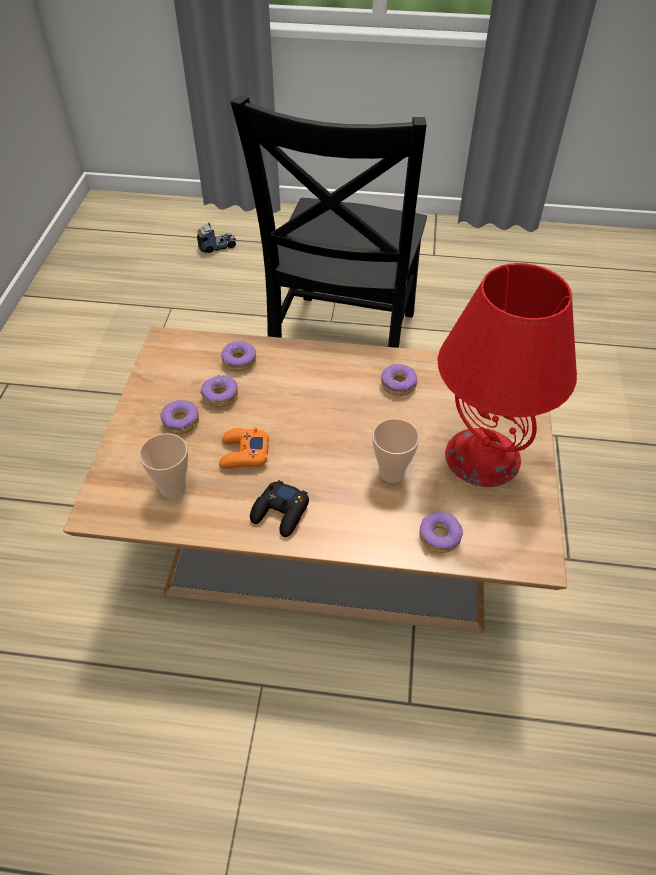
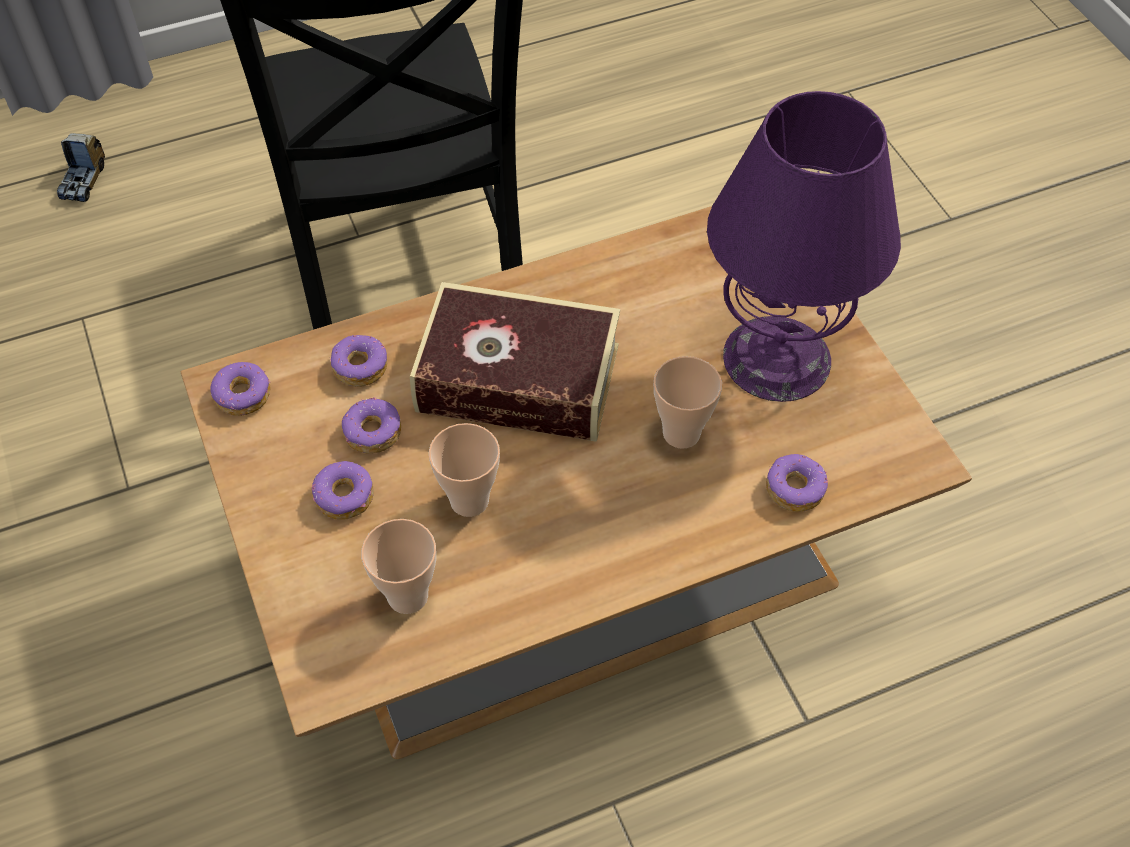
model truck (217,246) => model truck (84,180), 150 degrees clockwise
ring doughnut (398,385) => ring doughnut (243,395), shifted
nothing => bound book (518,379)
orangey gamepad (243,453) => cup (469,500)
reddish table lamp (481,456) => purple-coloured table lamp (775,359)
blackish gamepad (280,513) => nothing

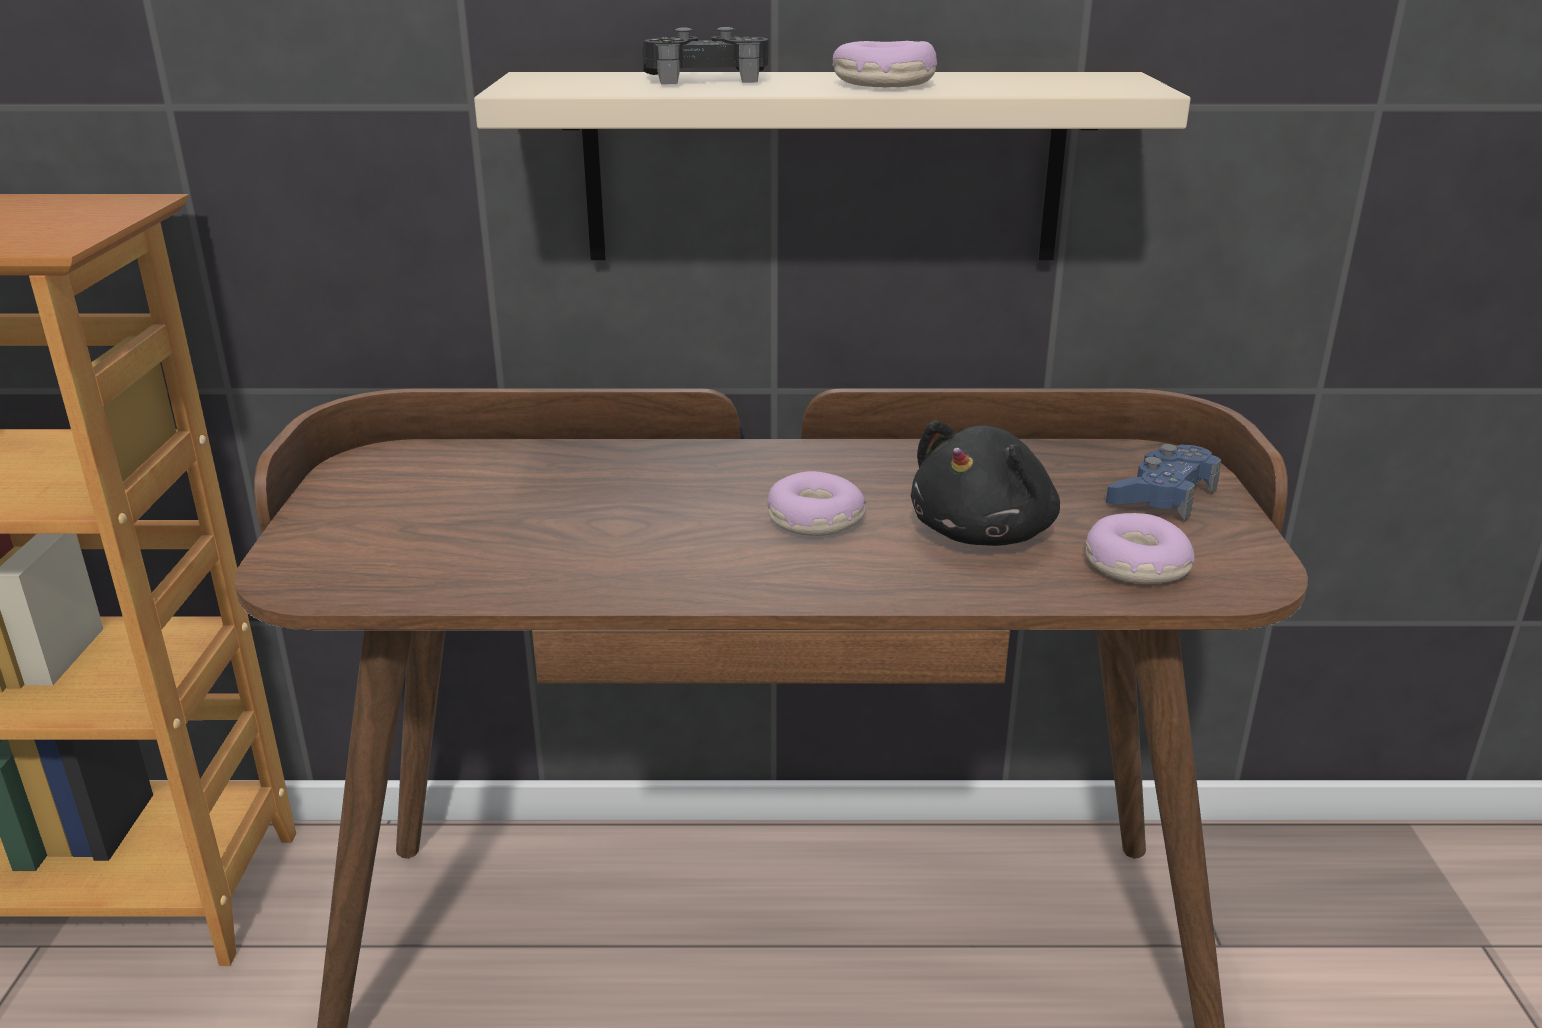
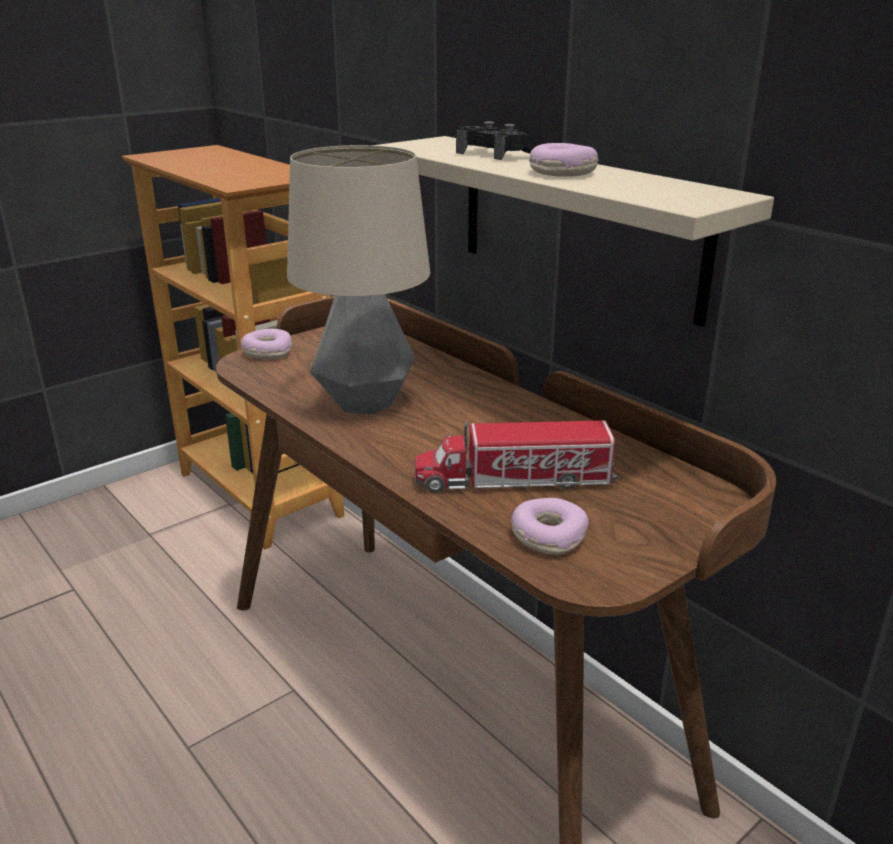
ring doughnut (814,520) => ring doughnut (267,352), shifted
nothing => table lamp (365,403)
blackish soft toy (985,533) => model truck (514,480)
bluish gamepad (1162,495) => nothing

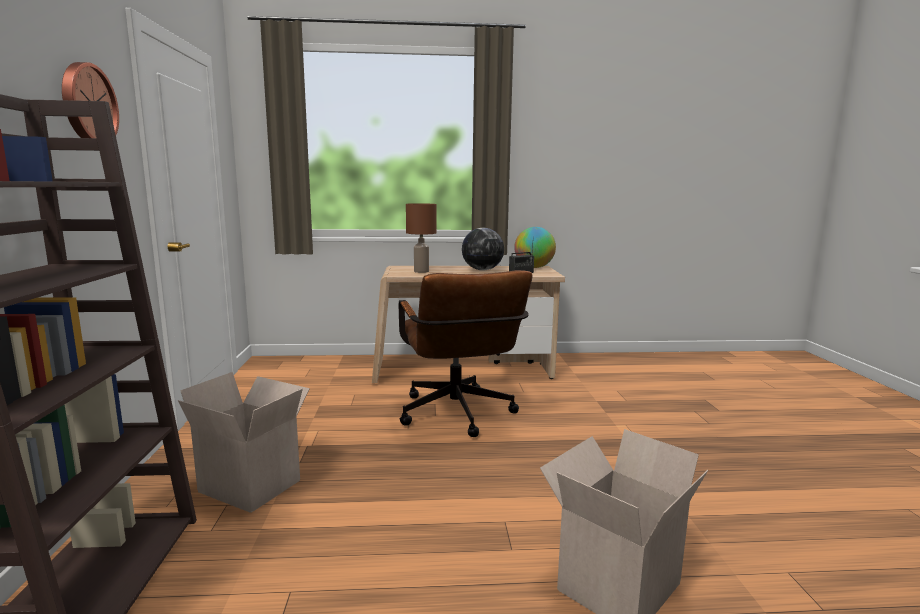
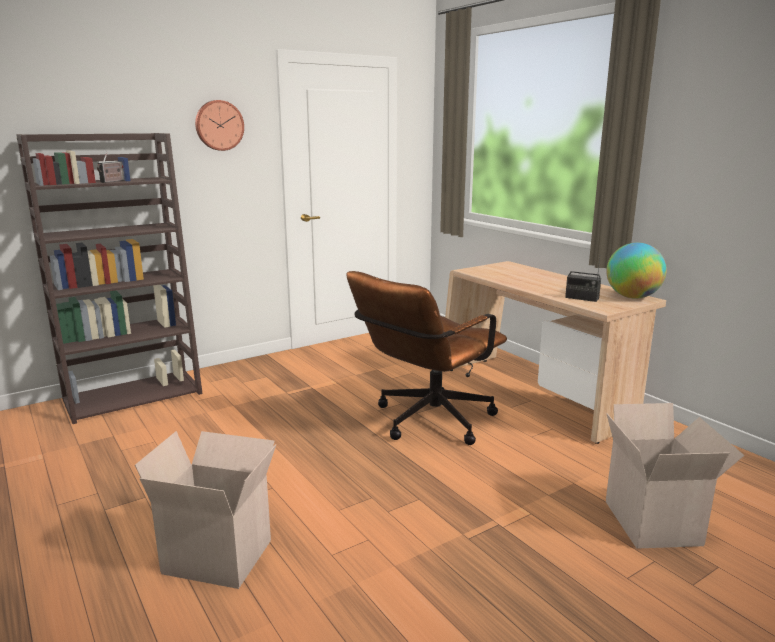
nothing => radio set (113,181)
carton (253,485) => carton (655,523), shifted
brownish table lamp (422,271) => nothing
globe (482,270) => nothing

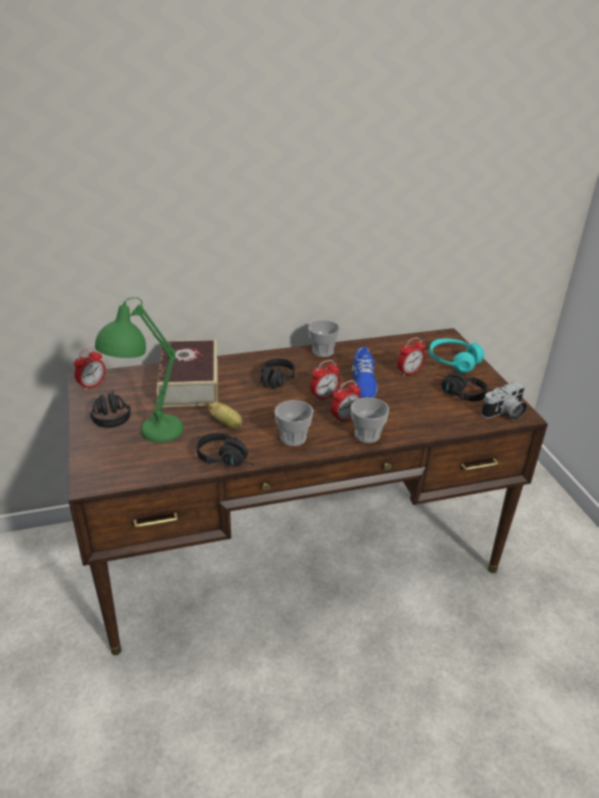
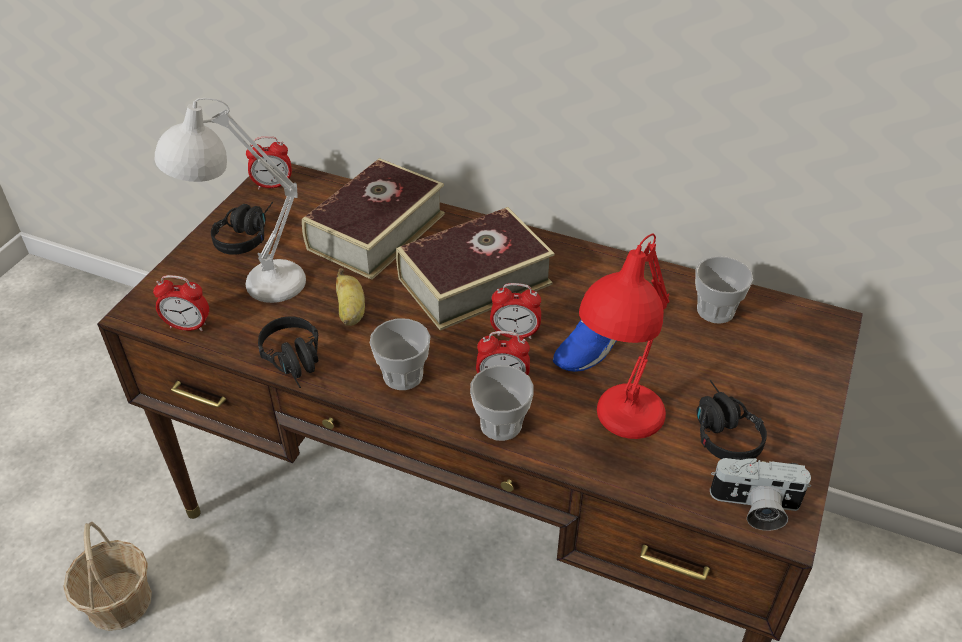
nothing => storage basket (119,601)
table clock (409,372) => table clock (188,326), shifted
greenish table lamp (148,437) => whitish table lamp (250,285)
blackish pair of headphones (274,383) => bound book (474,281)
nothing => reddish table lamp (615,430)
cup (323,351) => cup (715,310), shifted
turquoise pair of headphones (453,361) => nothing

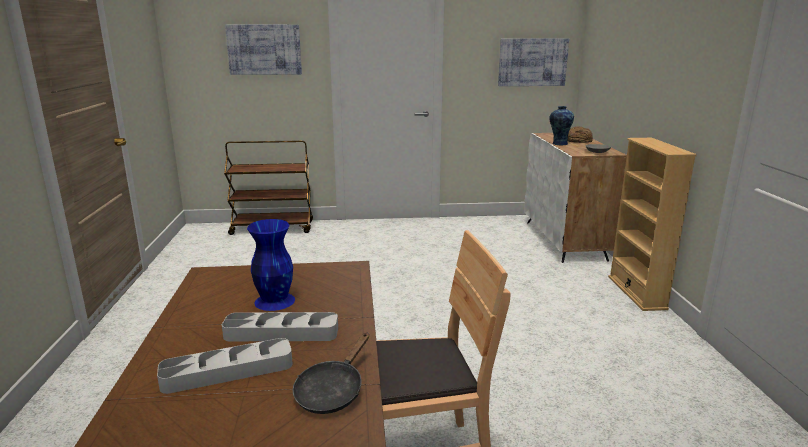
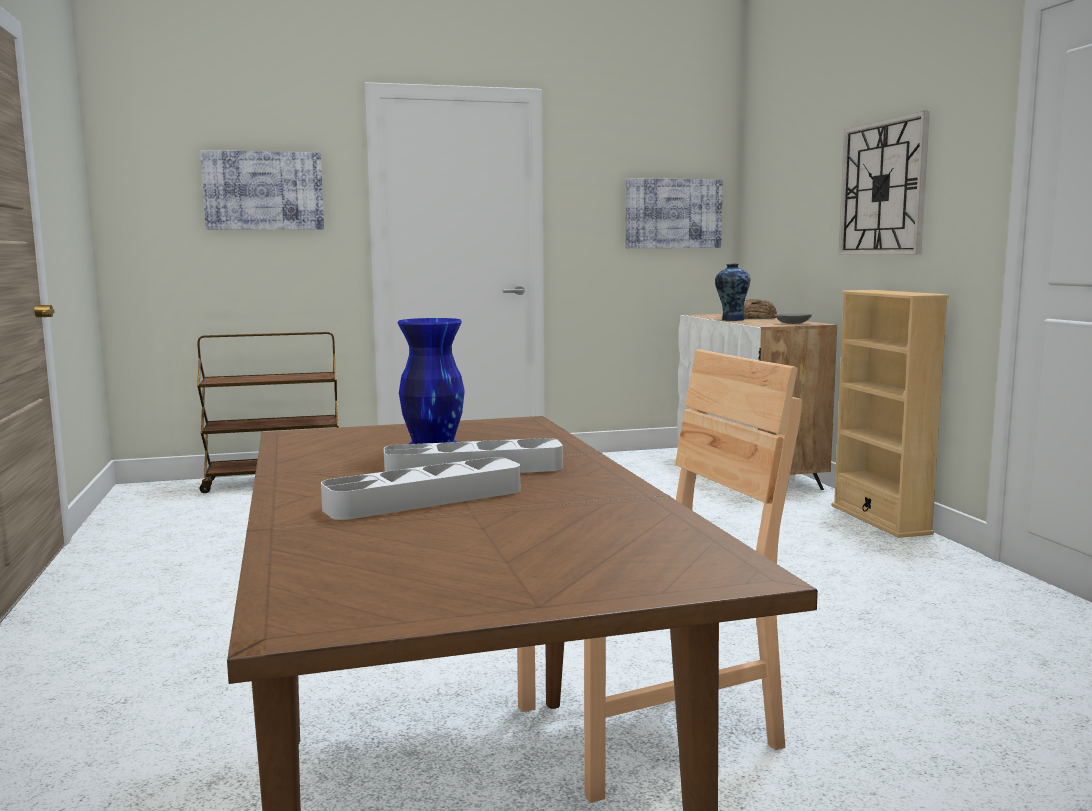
nothing => wall clock (883,188)
blackish frying pan (332,391) => nothing

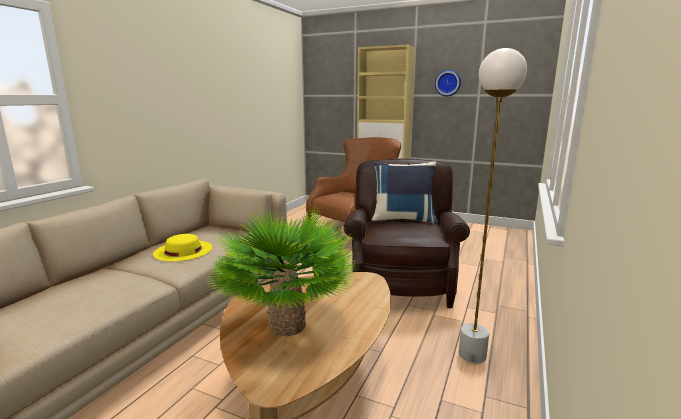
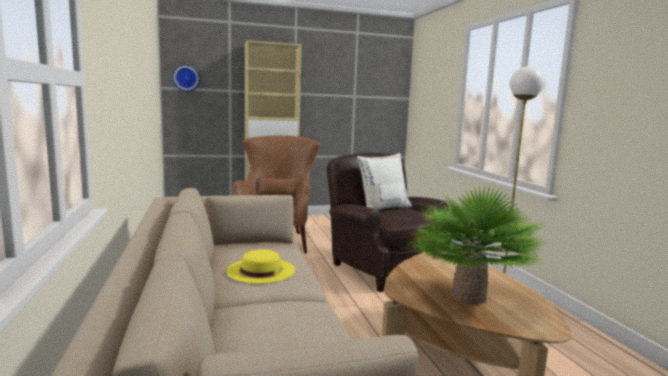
wall clock (448,83) => wall clock (186,78), shifted
bluish pillow (403,219) => whitish pillow (383,208)

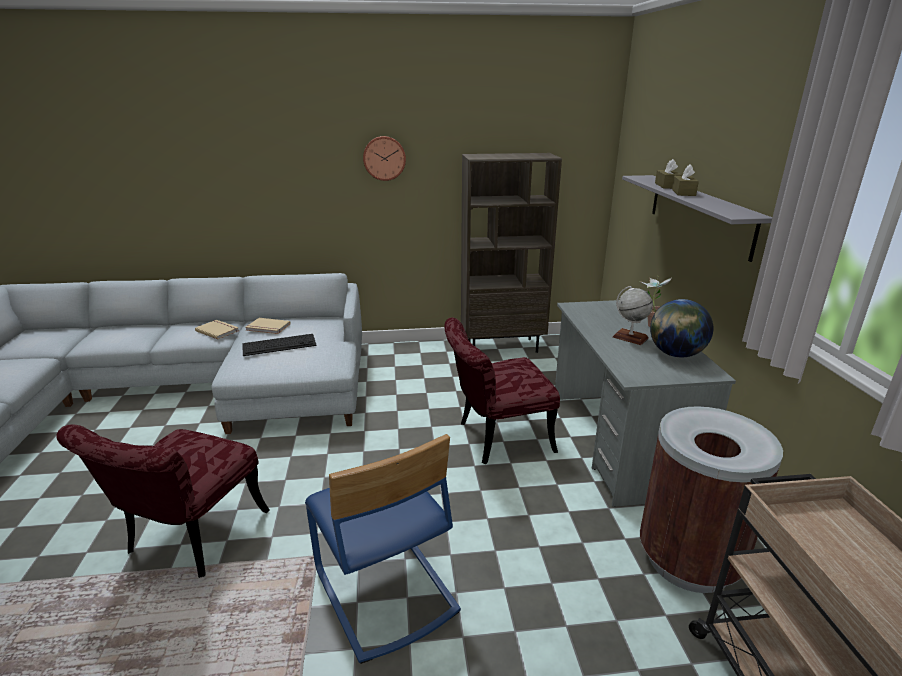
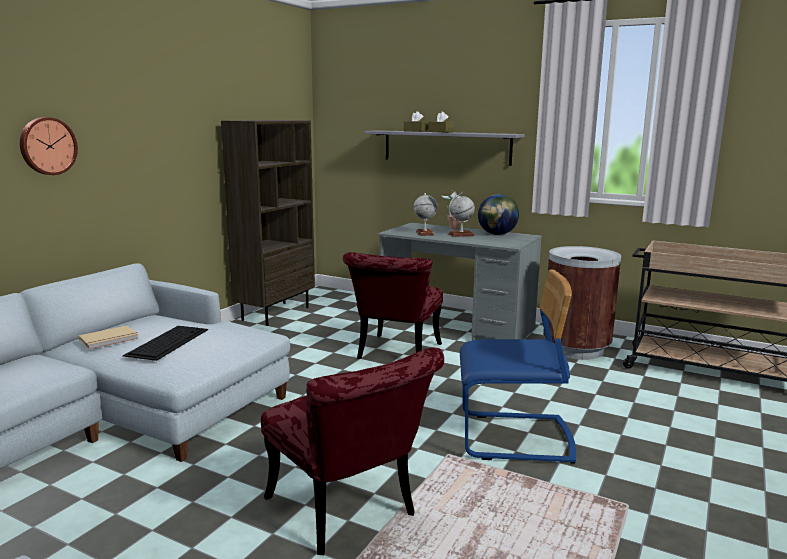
wall clock (384,158) => wall clock (47,146), shifted
nothing => globe (425,233)
sand-coloured bound book (218,330) => nothing

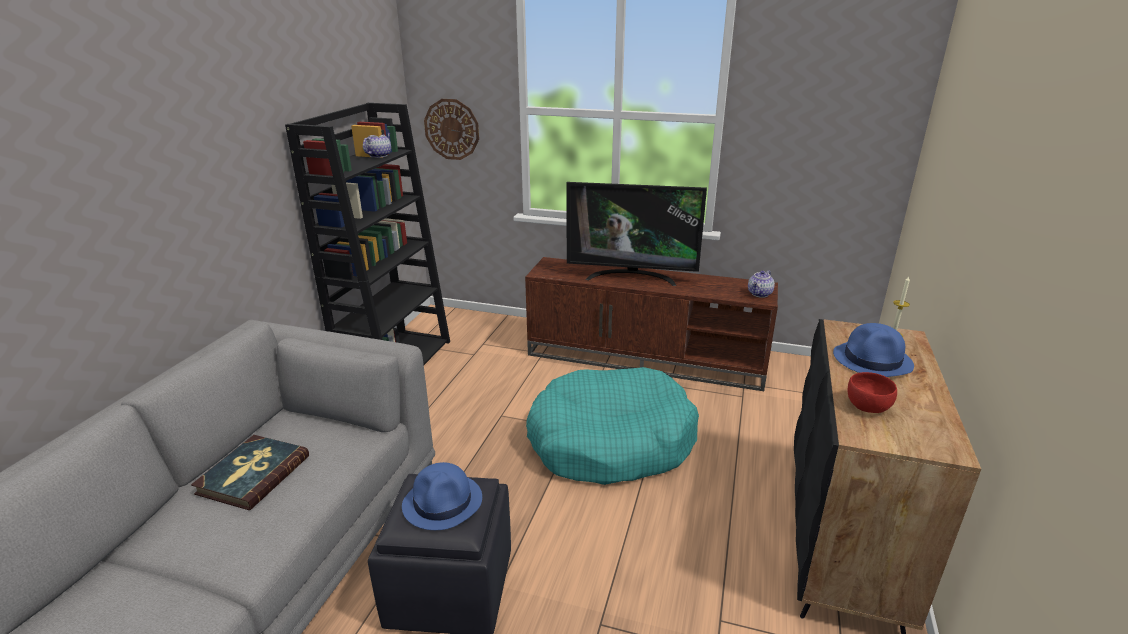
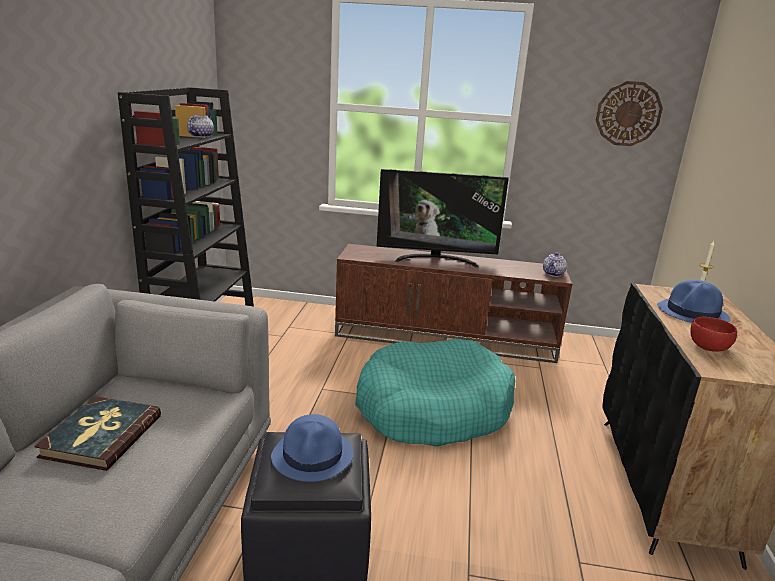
wall clock (452,129) => wall clock (628,114), shifted

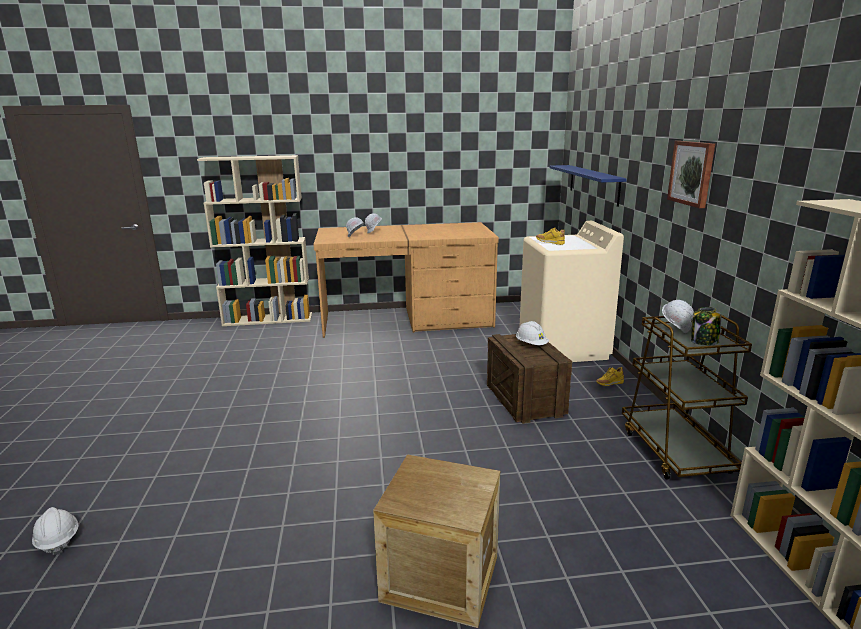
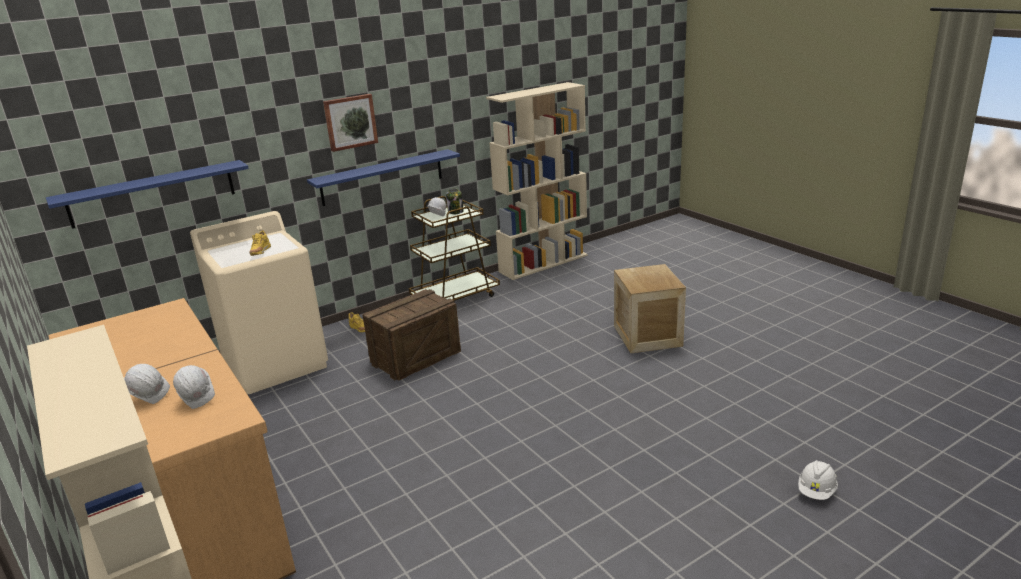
nothing => bluish bracket shelf (382,177)
whitish work helmet (531,344) => nothing

